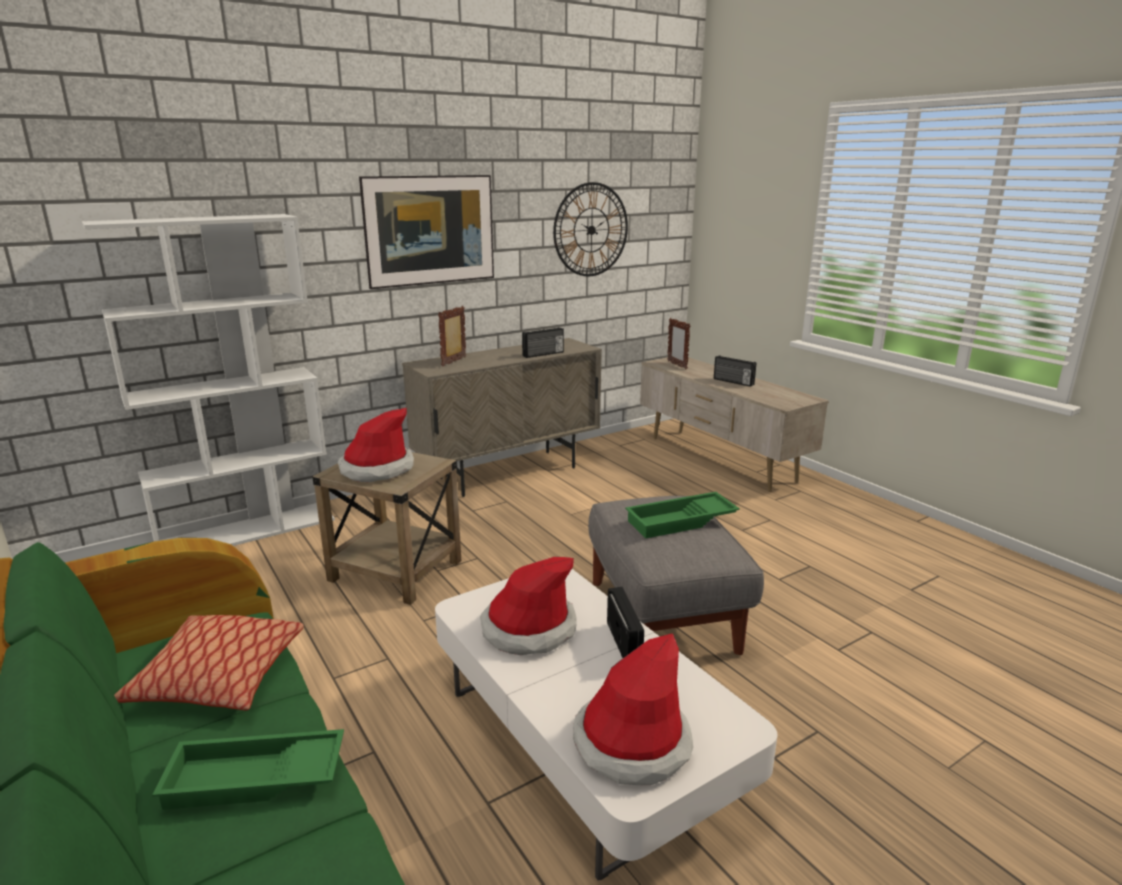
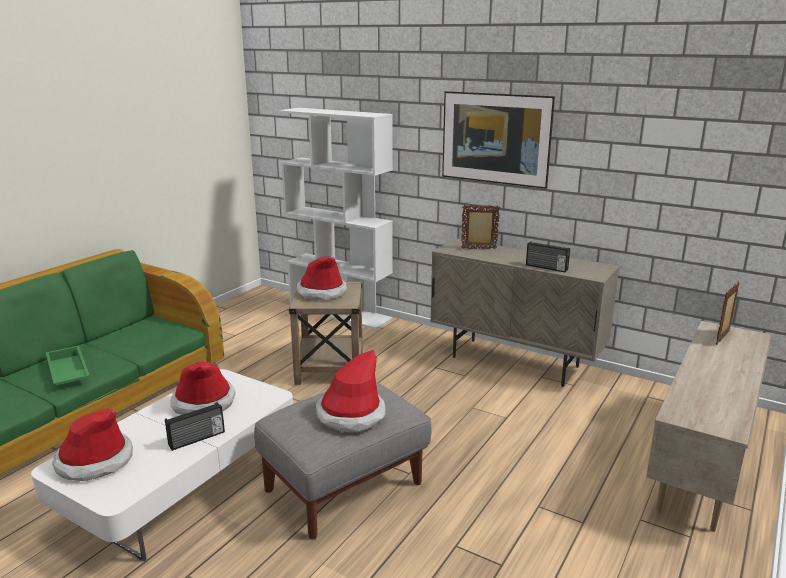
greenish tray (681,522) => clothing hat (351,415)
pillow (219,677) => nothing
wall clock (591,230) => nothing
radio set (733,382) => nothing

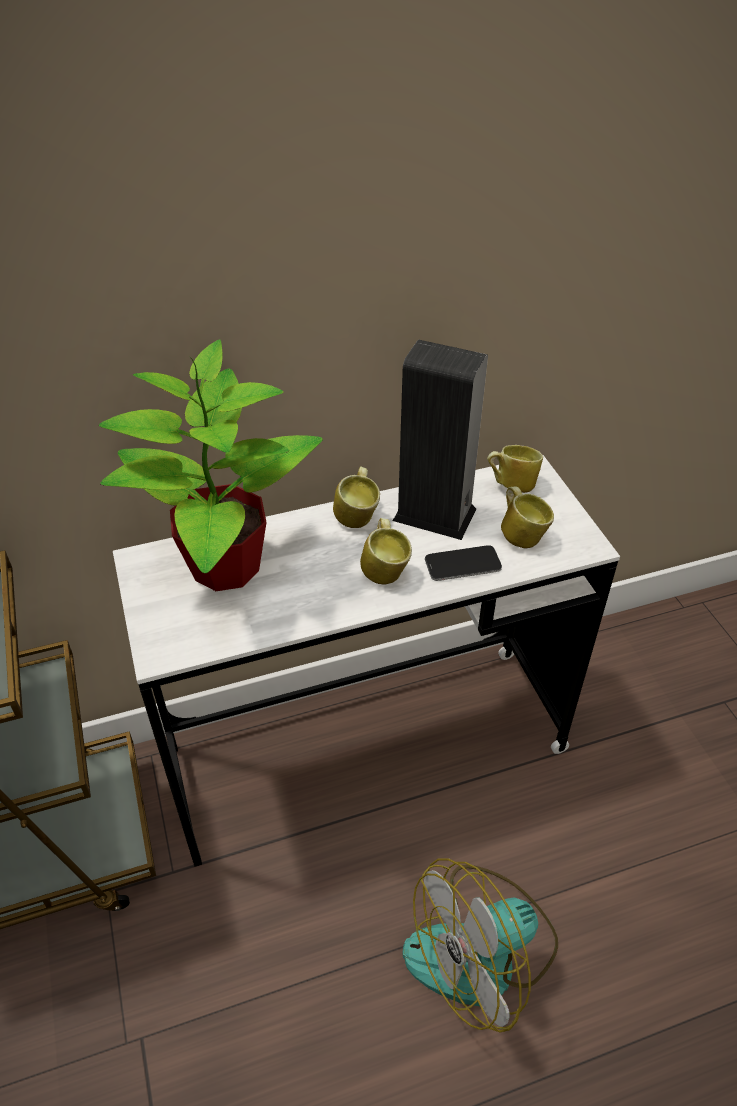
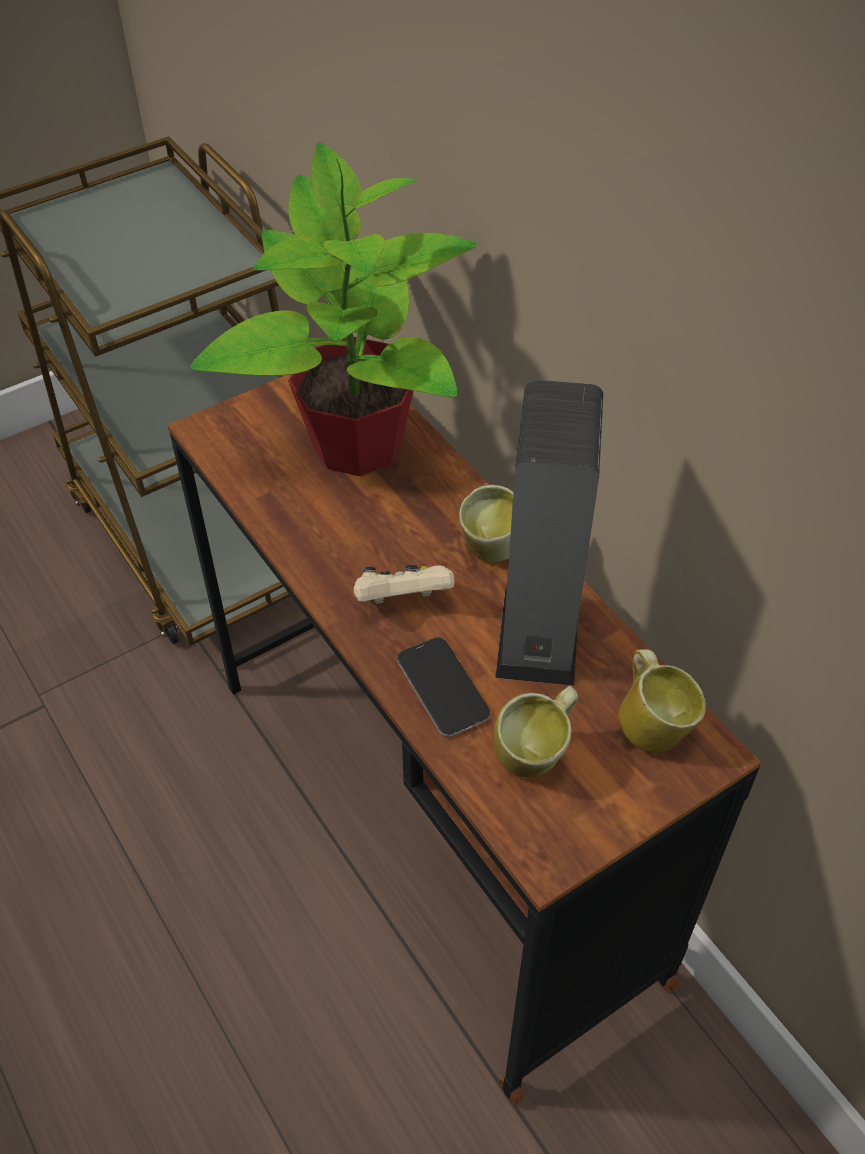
whitish desk unit (366,749) => brownish desk unit (432,824)
tea mug (385,570) => sand-coloured gamepad (402,601)
cooling fan (482,951) => nothing

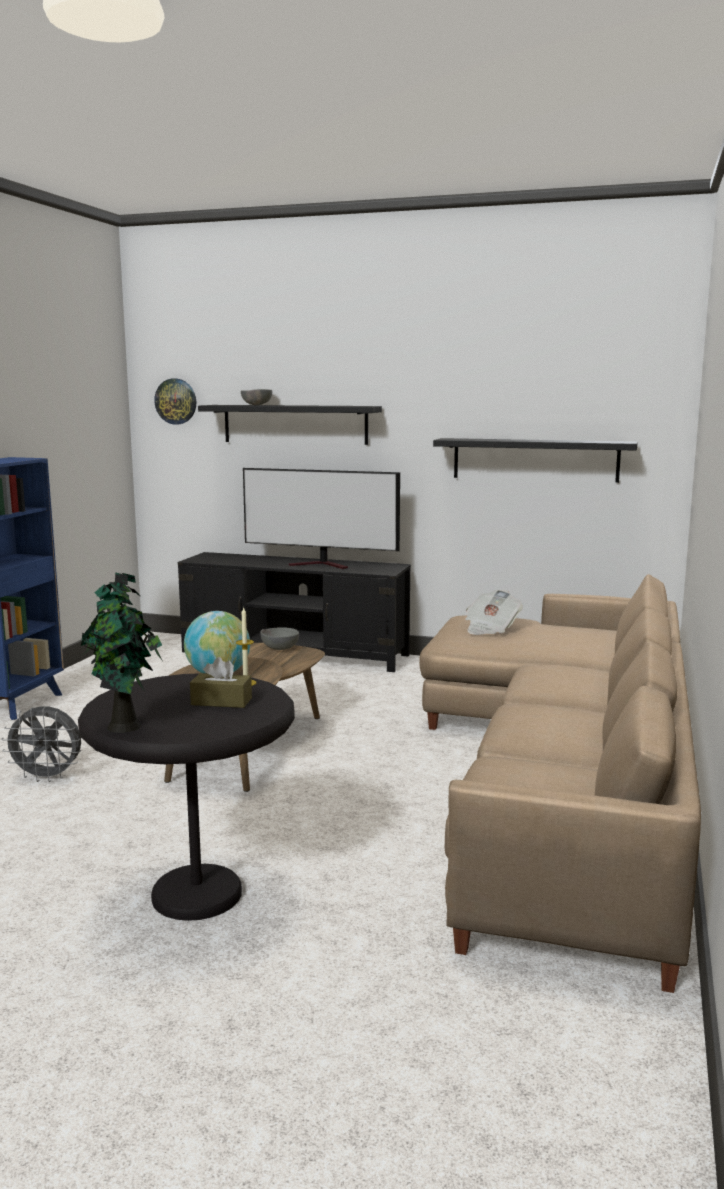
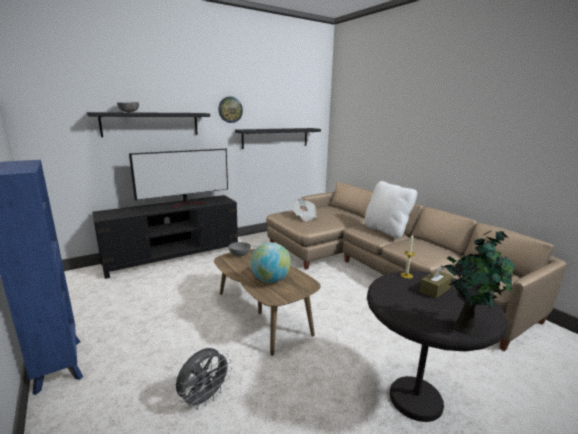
wall clock (176,401) => wall clock (230,109), shifted
nothing => whitish pillow (386,230)

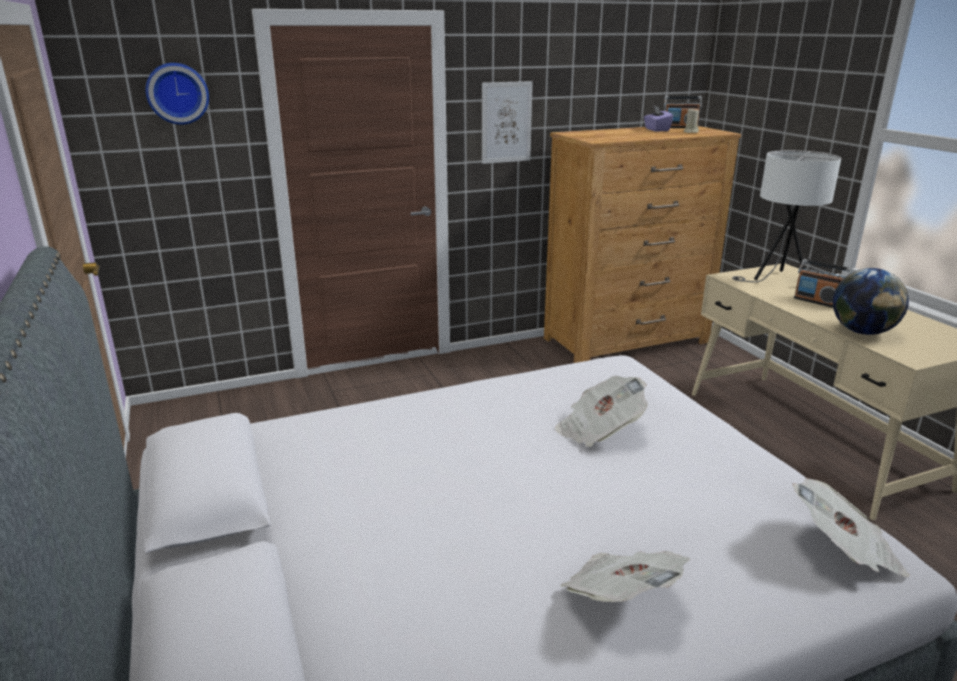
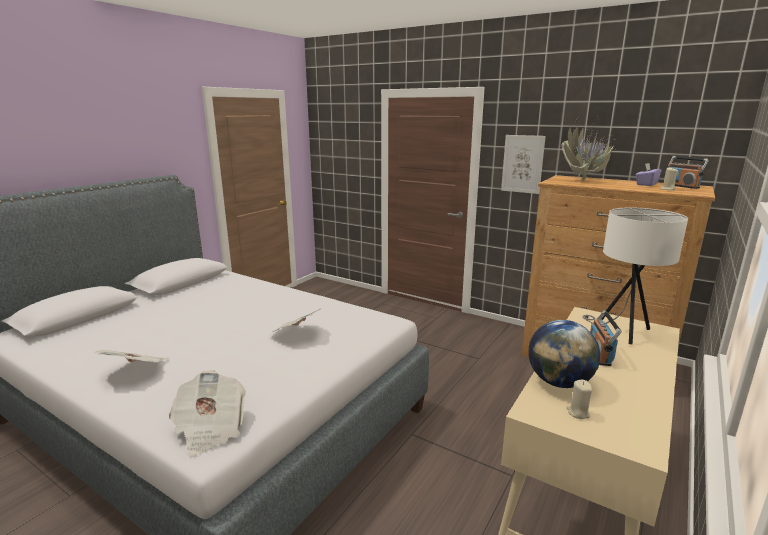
nothing => houseplant (584,180)
nothing => sand-coloured wax candle (578,412)
wall clock (177,93) => nothing

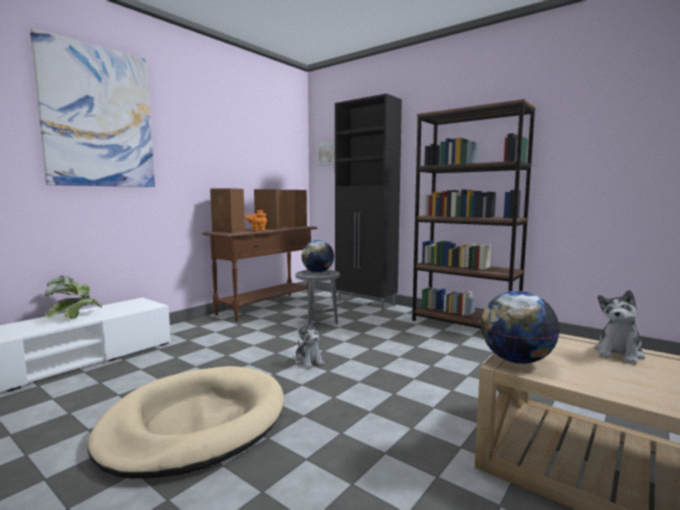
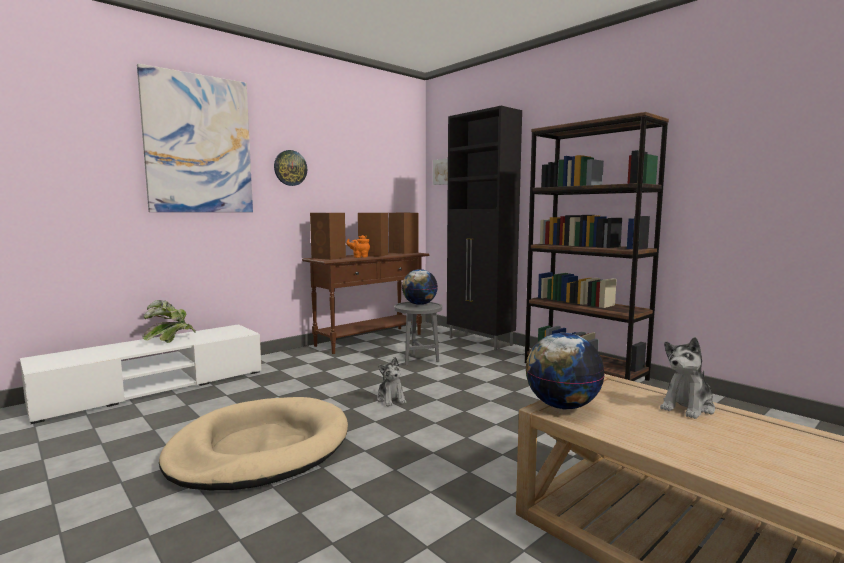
nothing => wall clock (290,168)

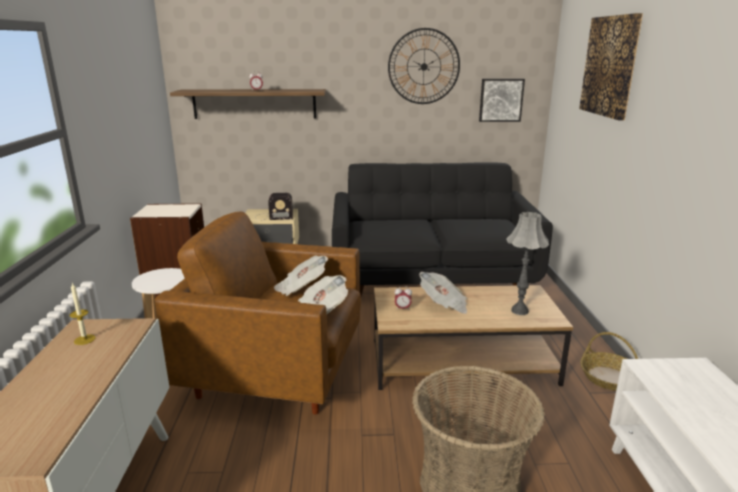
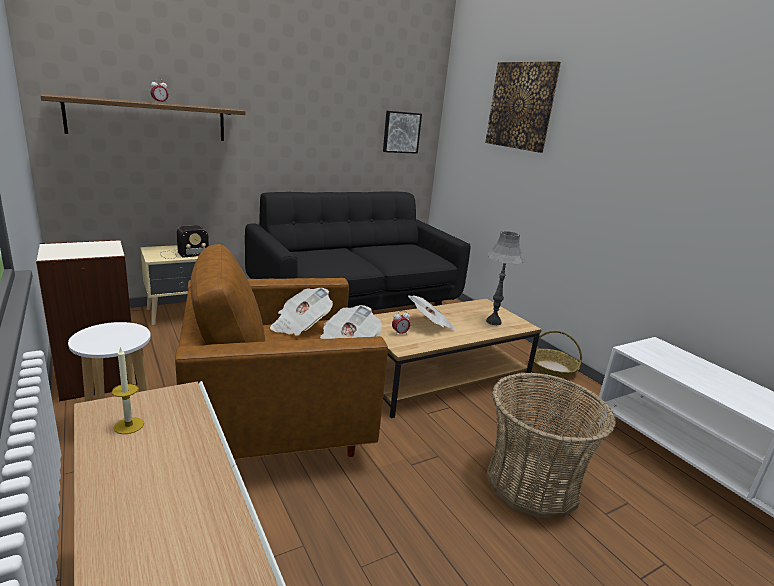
wall clock (424,66) => nothing

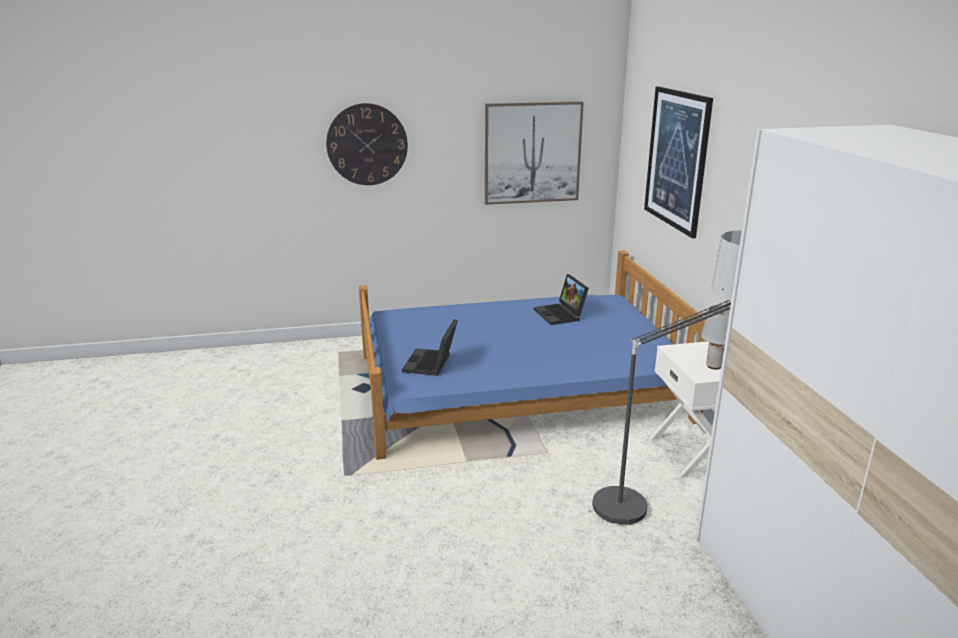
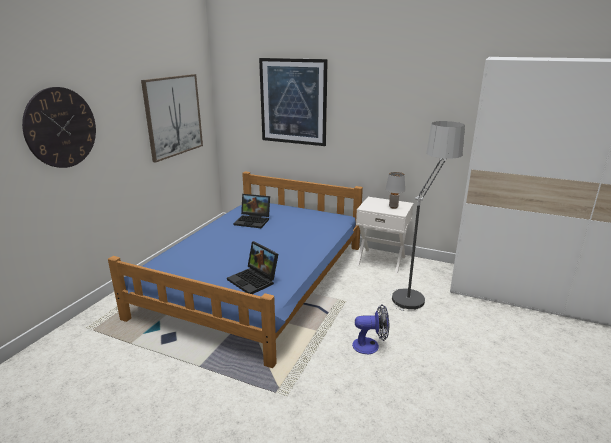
nothing => cooling fan (370,345)

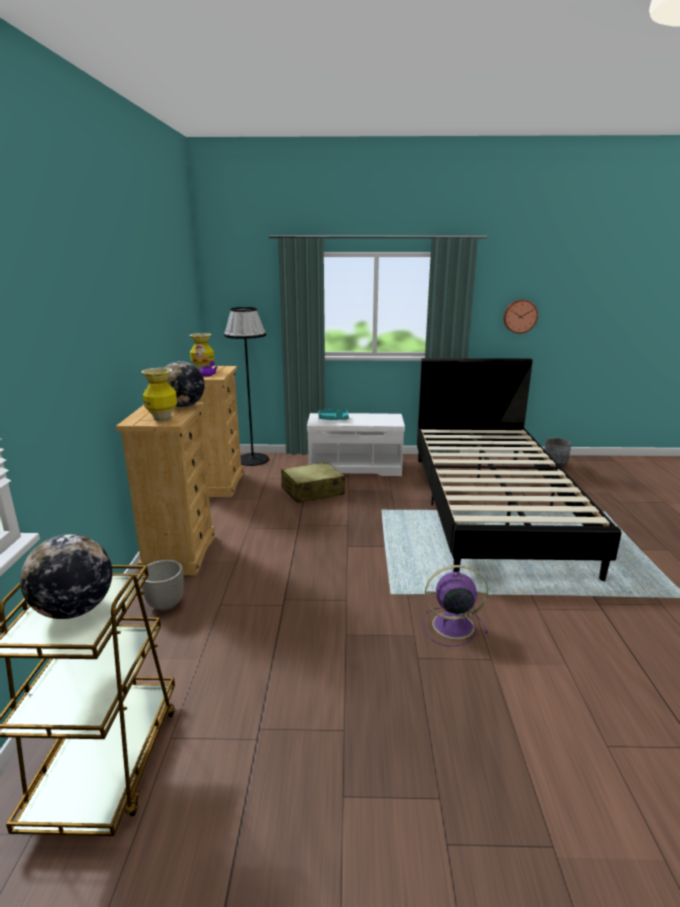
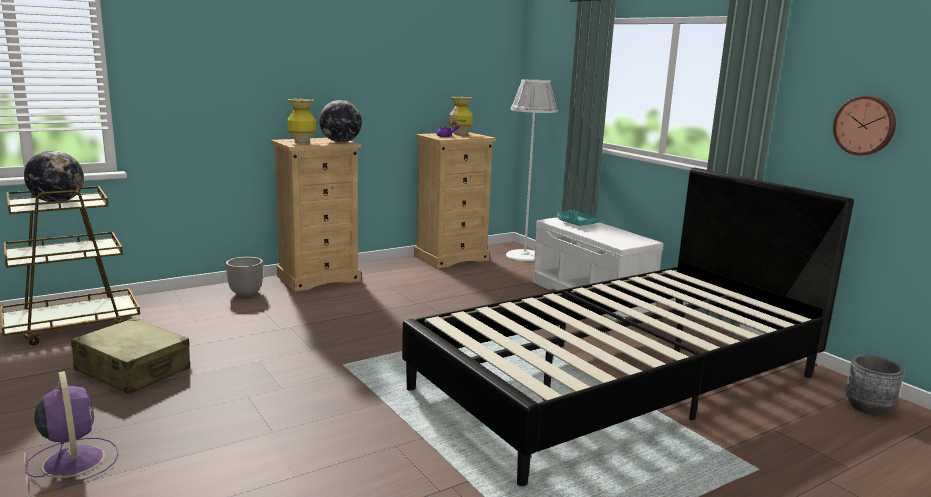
purple-coloured cooling fan (451,625) => purple-coloured cooling fan (73,460), shifted
sand-coloured travel case (312,491) => sand-coloured travel case (133,370), shifted
blackish standing lamp (252,459) => whitish standing lamp (525,255)

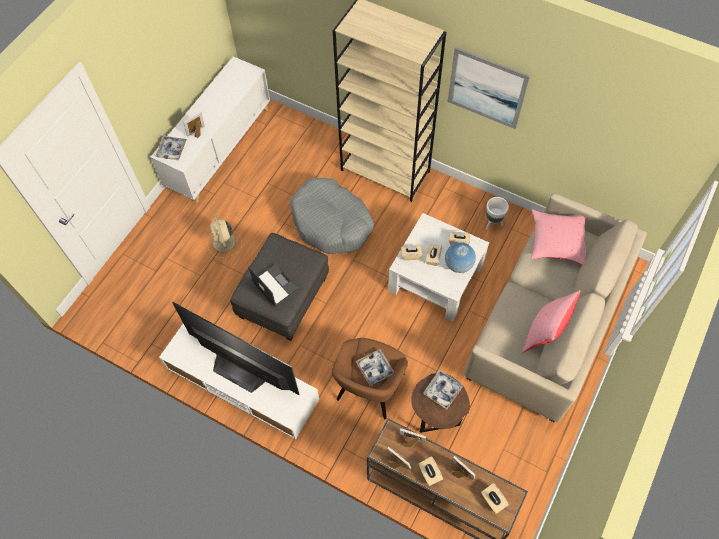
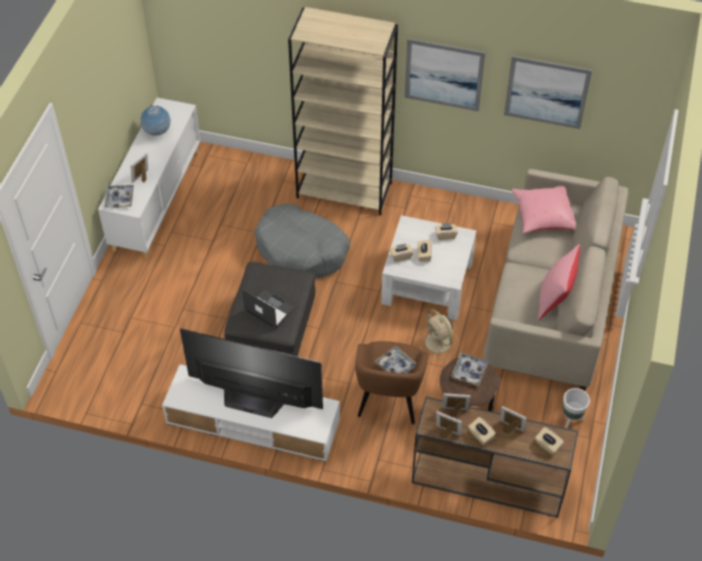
globe (458,265) => globe (157,132), shifted
sand-coloured cooling fan (224,243) => sand-coloured cooling fan (438,343), shifted
nothing => wall art (547,92)
whitish planter (493,223) => whitish planter (571,420), shifted

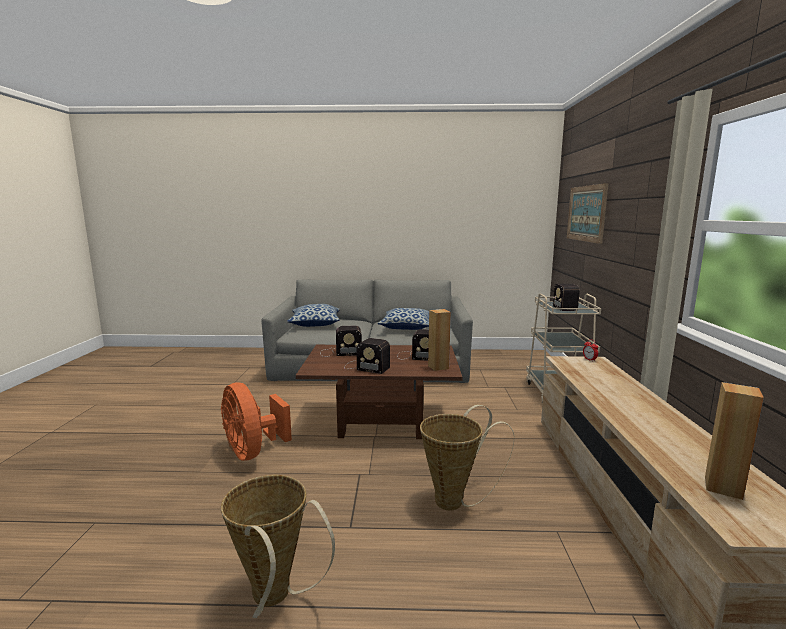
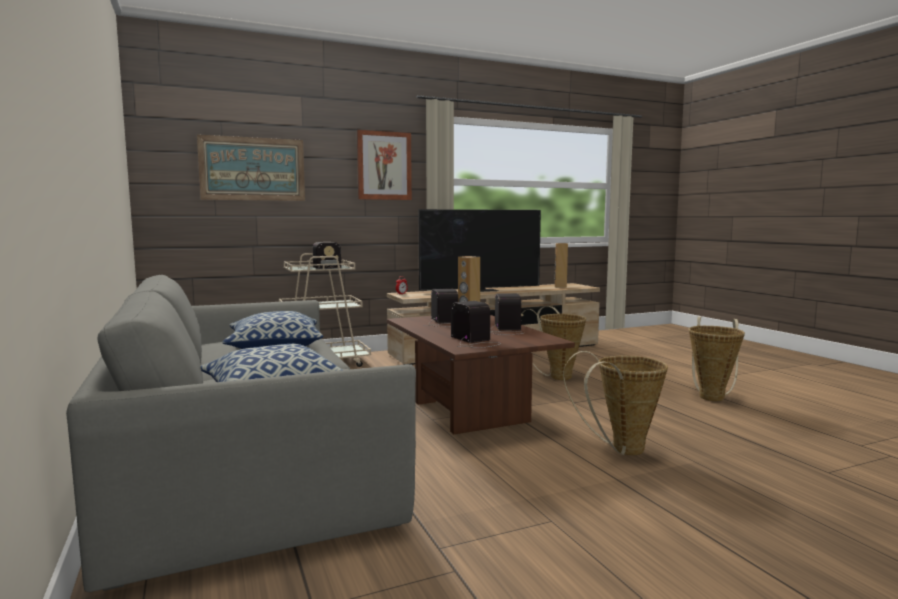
nothing => wall art (384,166)
nothing => TV set (480,290)
orangey cooling fan (253,451) => storage basket (620,450)

